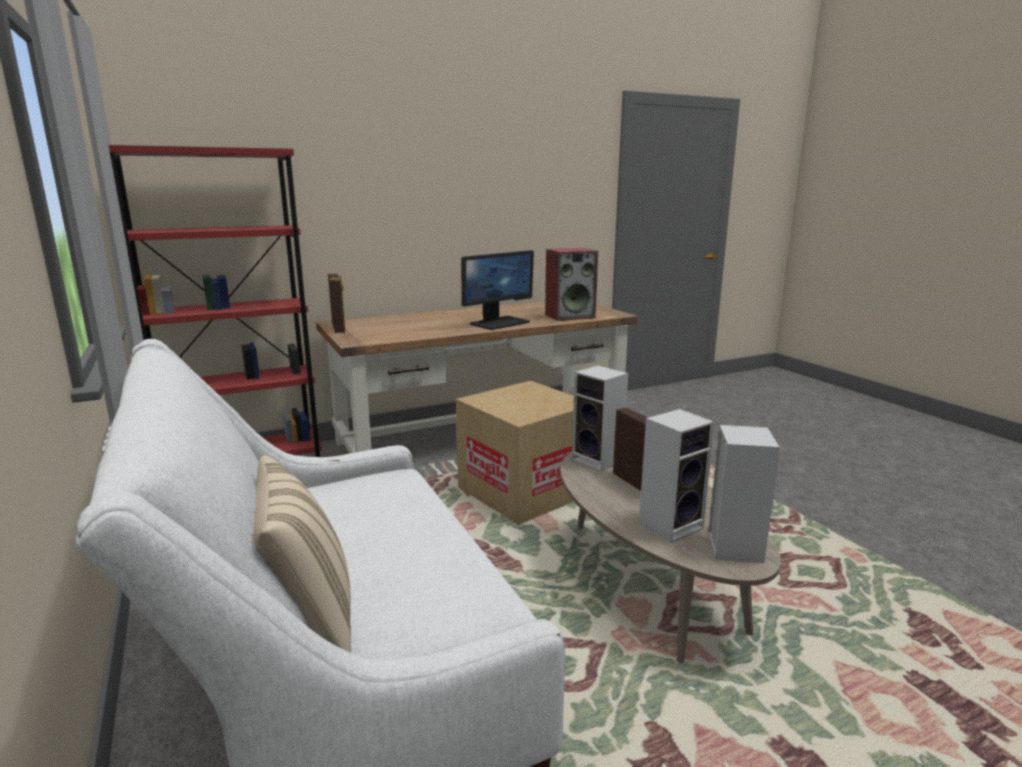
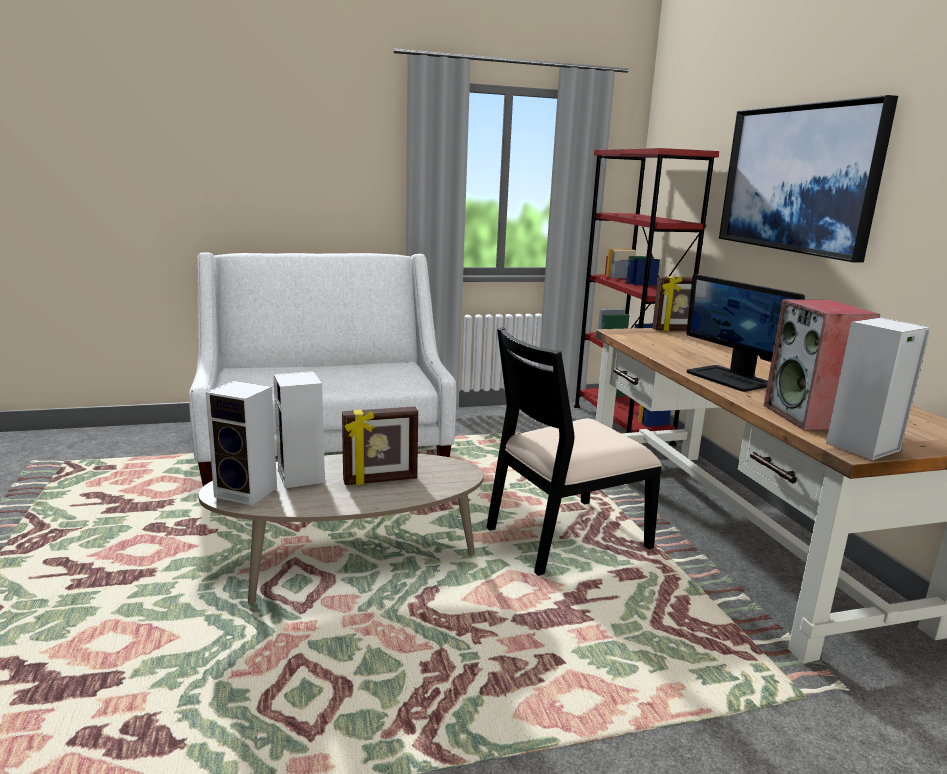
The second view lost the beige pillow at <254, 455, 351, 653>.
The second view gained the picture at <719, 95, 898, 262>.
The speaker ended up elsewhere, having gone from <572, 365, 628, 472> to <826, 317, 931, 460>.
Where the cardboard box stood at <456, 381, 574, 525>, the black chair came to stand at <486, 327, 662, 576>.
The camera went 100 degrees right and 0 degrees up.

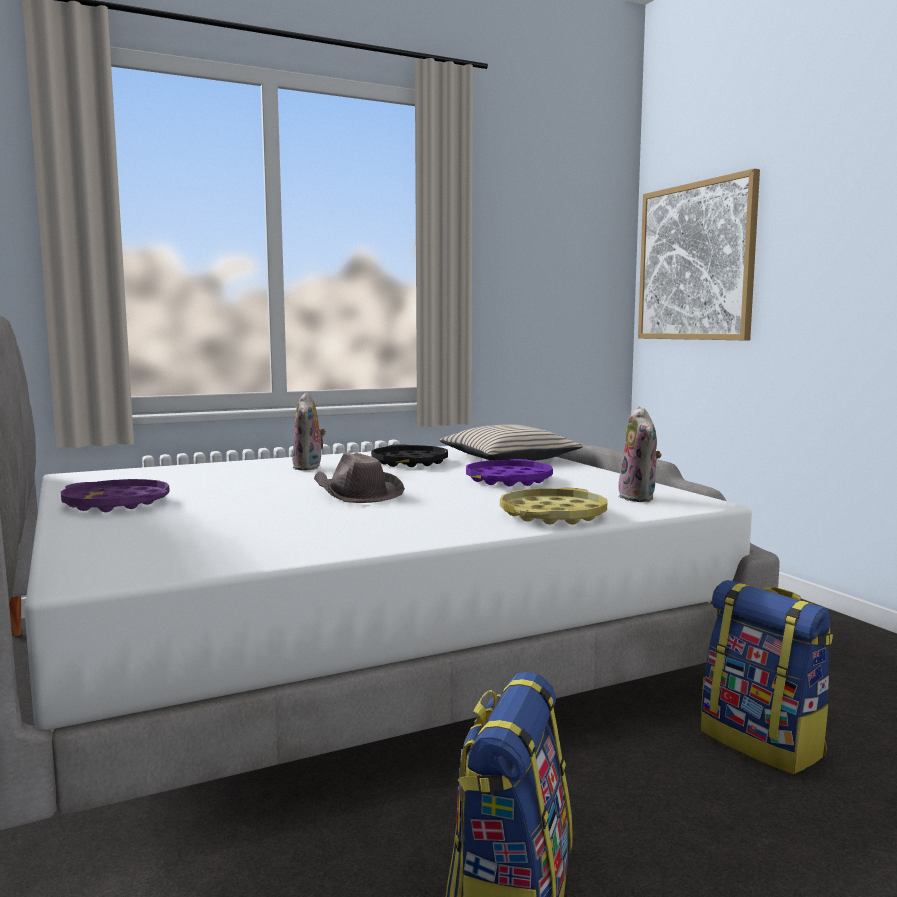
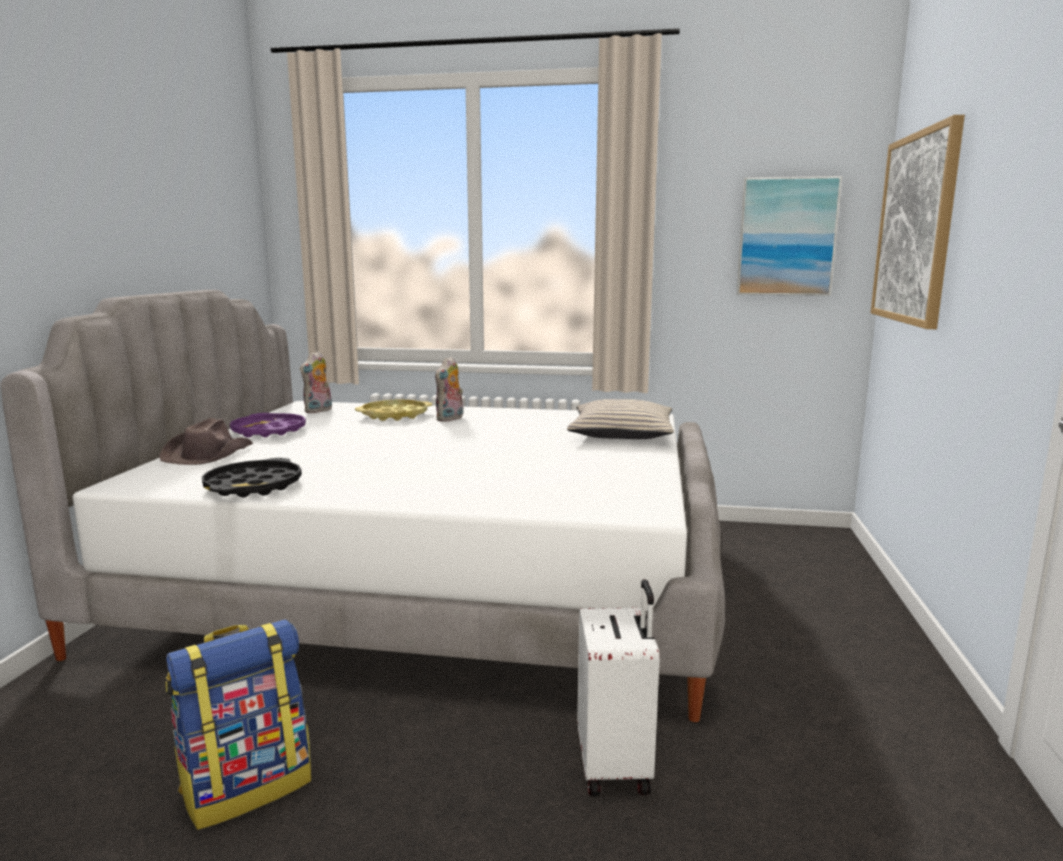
The second view lost the purple tray at <466, 459, 553, 487>.
The second view gained the picture at <736, 176, 842, 296>.
The brown hat ended up elsewhere, having gone from <314, 452, 405, 503> to <159, 418, 253, 465>.
The black tray ended up elsewhere, having gone from <371, 444, 448, 467> to <202, 458, 302, 497>.
The yellow tray ended up elsewhere, having gone from <500, 488, 607, 525> to <355, 400, 432, 421>.
The plush toy ended up elsewhere, having gone from <616, 406, 662, 502> to <300, 351, 332, 413>.
Where the backpack stood at <701, 580, 833, 774>, the white suitcase came to stand at <577, 579, 660, 797>.
The camera went 35 degrees right and 5 degrees up.

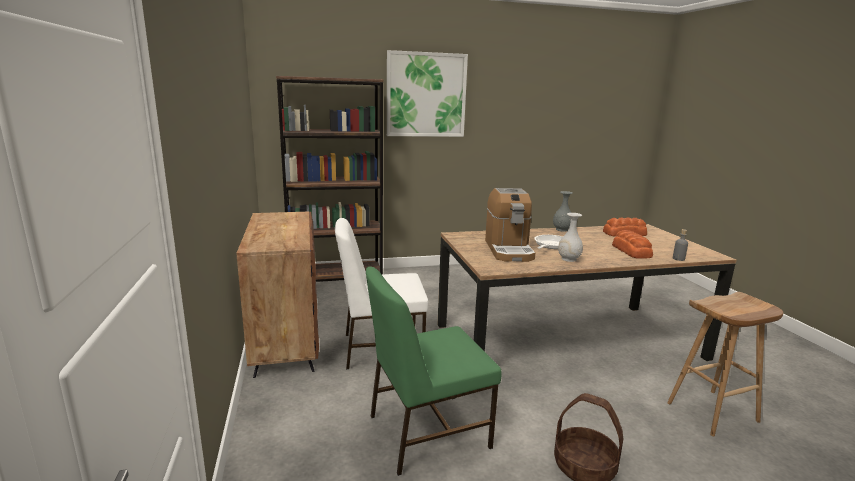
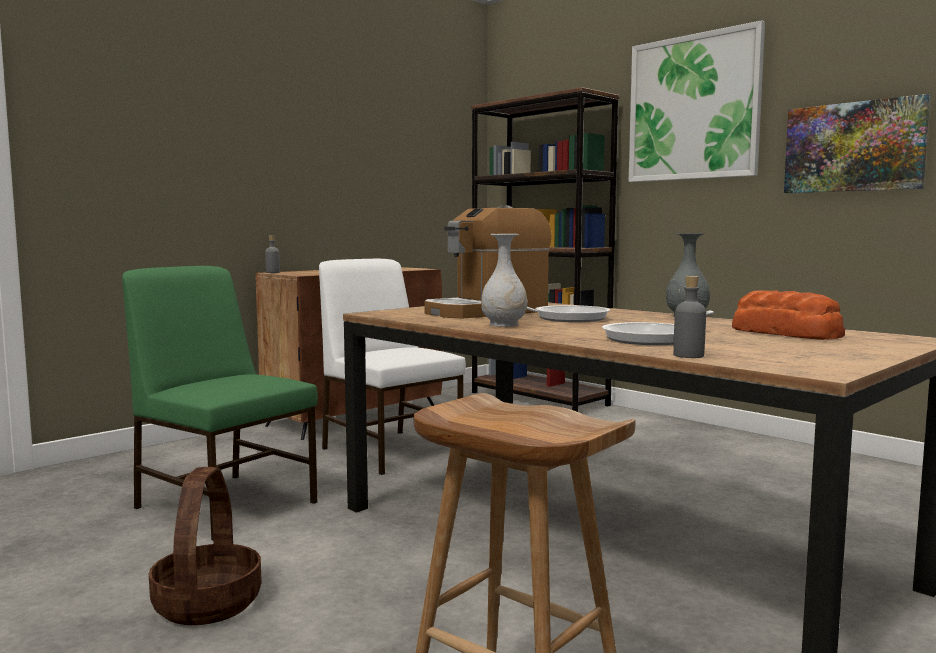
The second view gained the grey bottle at <265, 235, 280, 273>.
The second view gained the picture at <784, 94, 931, 193>.
Where the bread stood at <612, 230, 653, 258>, the frying pan came to stand at <602, 311, 714, 345>.
The camera went 60 degrees right and 10 degrees down.

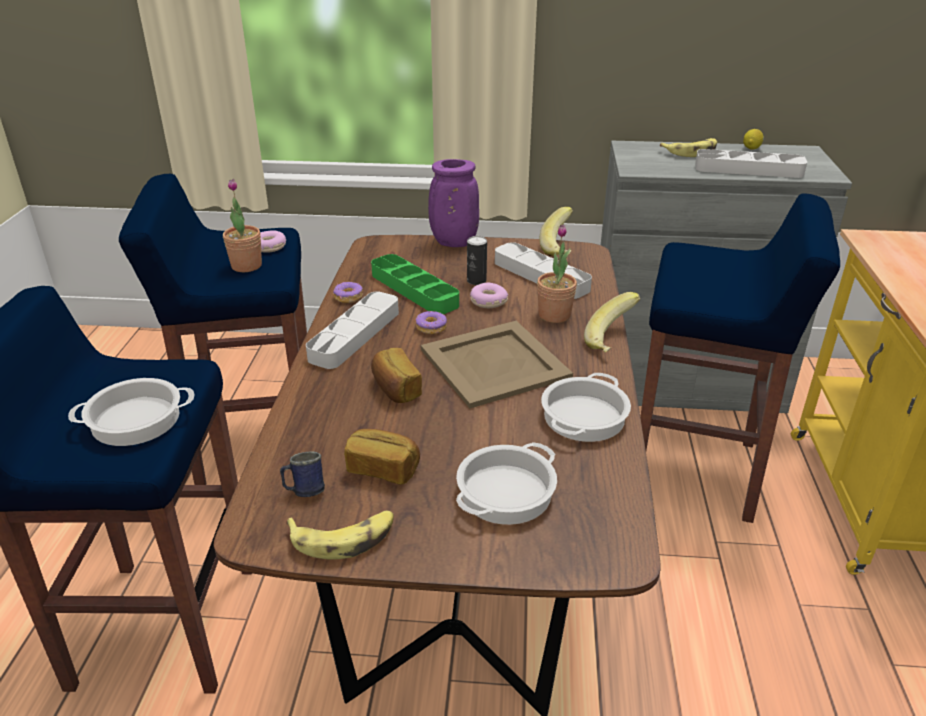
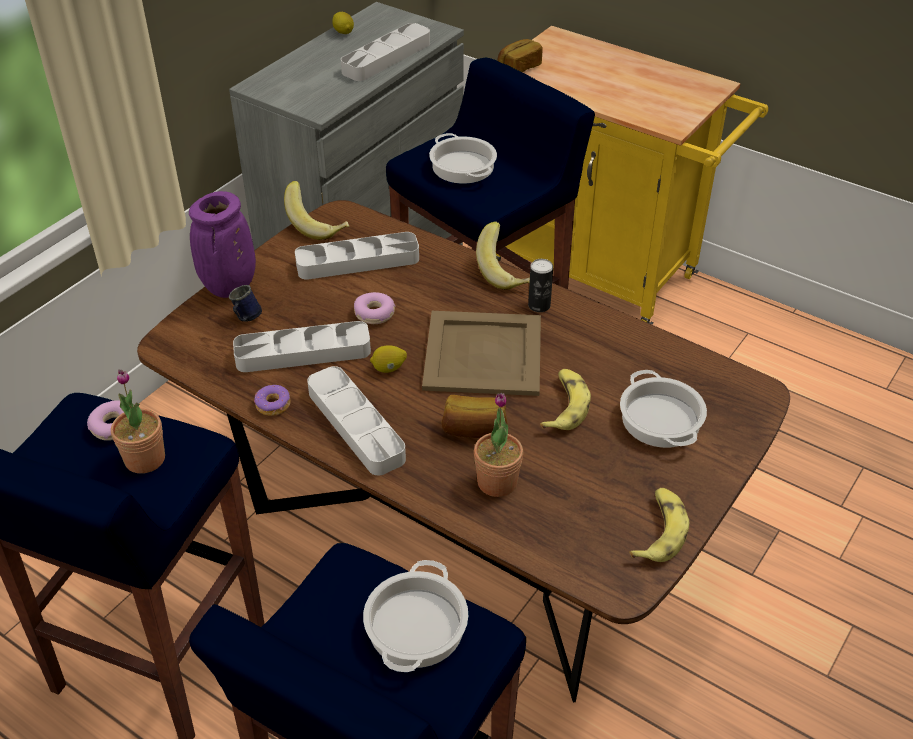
The blue mug ended up elsewhere, having gone from <280, 451, 325, 497> to <229, 285, 262, 322>.
The bread ended up elsewhere, having gone from <344, 429, 420, 485> to <497, 39, 543, 72>.
The can ended up elsewhere, having gone from <467, 236, 487, 285> to <528, 259, 553, 312>.
The potted plant ended up elsewhere, having gone from <537, 224, 577, 323> to <474, 393, 523, 497>.
The cooking pot ended up elsewhere, having gone from <541, 373, 631, 442> to <429, 133, 497, 184>.
The banana ended up elsewhere, having gone from <660, 138, 717, 157> to <540, 369, 591, 430>.
Where the donut stood at <416, 311, 447, 334>, the lemon came to stand at <370, 345, 407, 373>.
What was the green tray at <371, 254, 459, 314> turned into the grey tray at <233, 321, 371, 372>.
The camera went 60 degrees left and 10 degrees up.

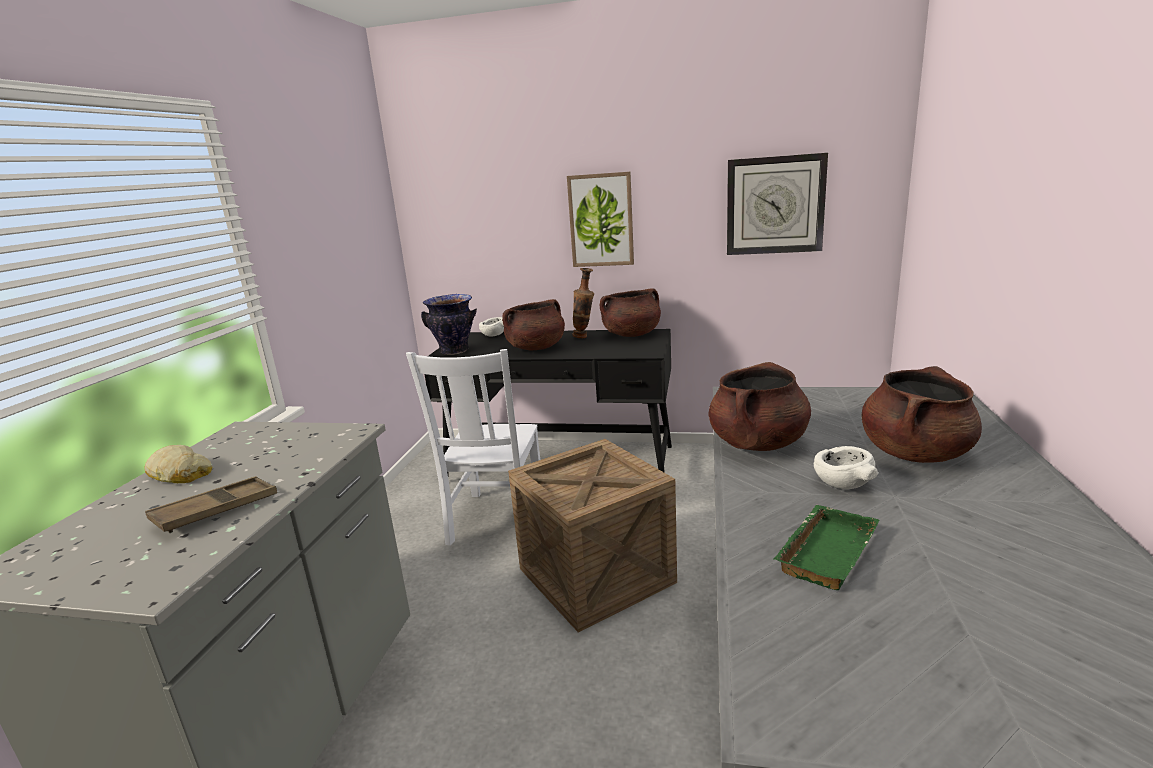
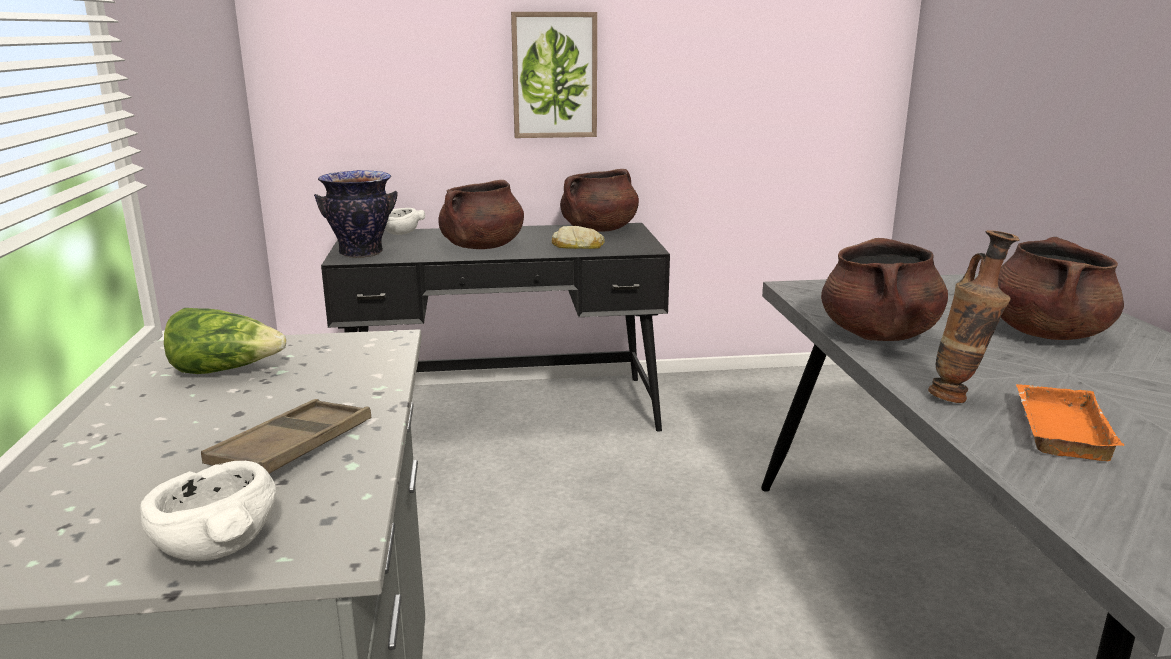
The second view lost the white chair at <406, 349, 540, 546>.
The second view lost the crate at <508, 439, 677, 632>.
The second view lost the wall clock at <727, 153, 828, 255>.
The second view gained the lettuce at <164, 308, 286, 374>.
The bread ended up elsewhere, having gone from <144, 445, 213, 483> to <552, 226, 605, 249>.
The vase ended up elsewhere, having gone from <572, 268, 594, 338> to <928, 230, 1020, 403>.
The white bowl ended up elsewhere, having gone from <814, 446, 878, 489> to <140, 461, 276, 561>.
What was the green tray at <774, 505, 879, 590> turned into the orange tray at <1016, 384, 1124, 461>.
The camera went 20 degrees left and 0 degrees up.

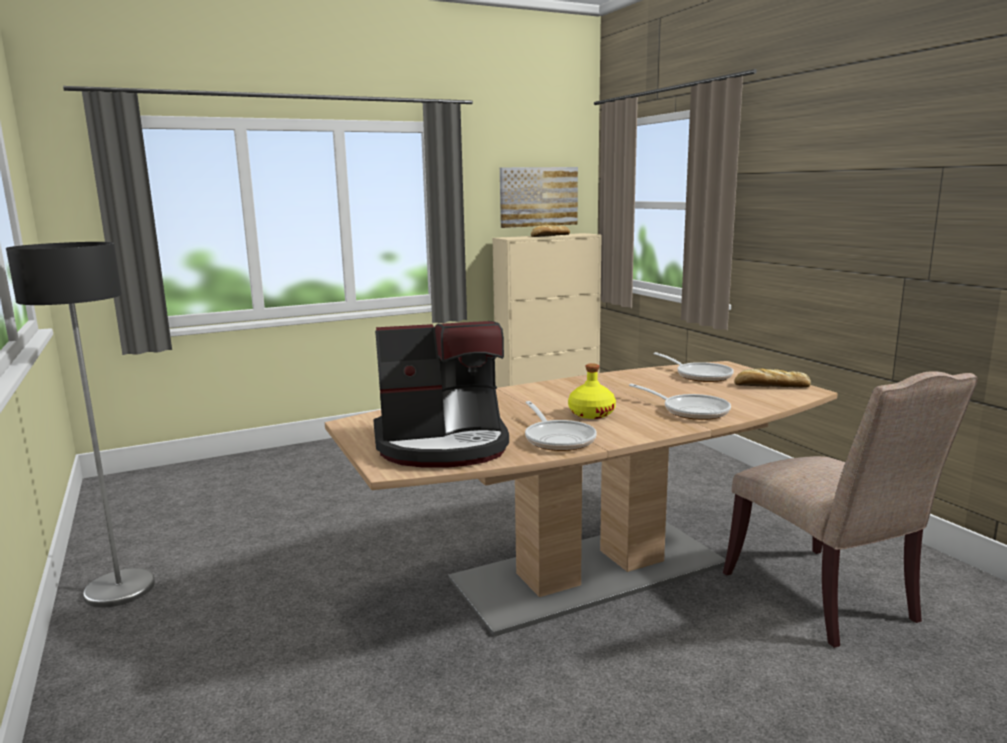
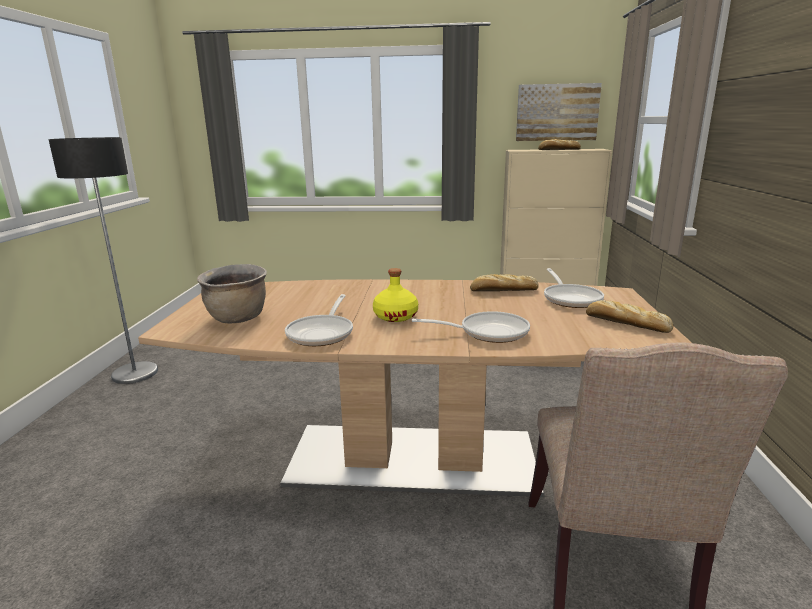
The second view gained the bread at <470, 274, 539, 291>.
Where the coffee machine stood at <373, 321, 509, 468>, the brown cooking pot came to stand at <197, 264, 267, 324>.
The frying pan at <629, 384, 731, 420> ended up facing another way, 75 degrees counterclockwise from before.
The camera went 30 degrees right and 5 degrees up.

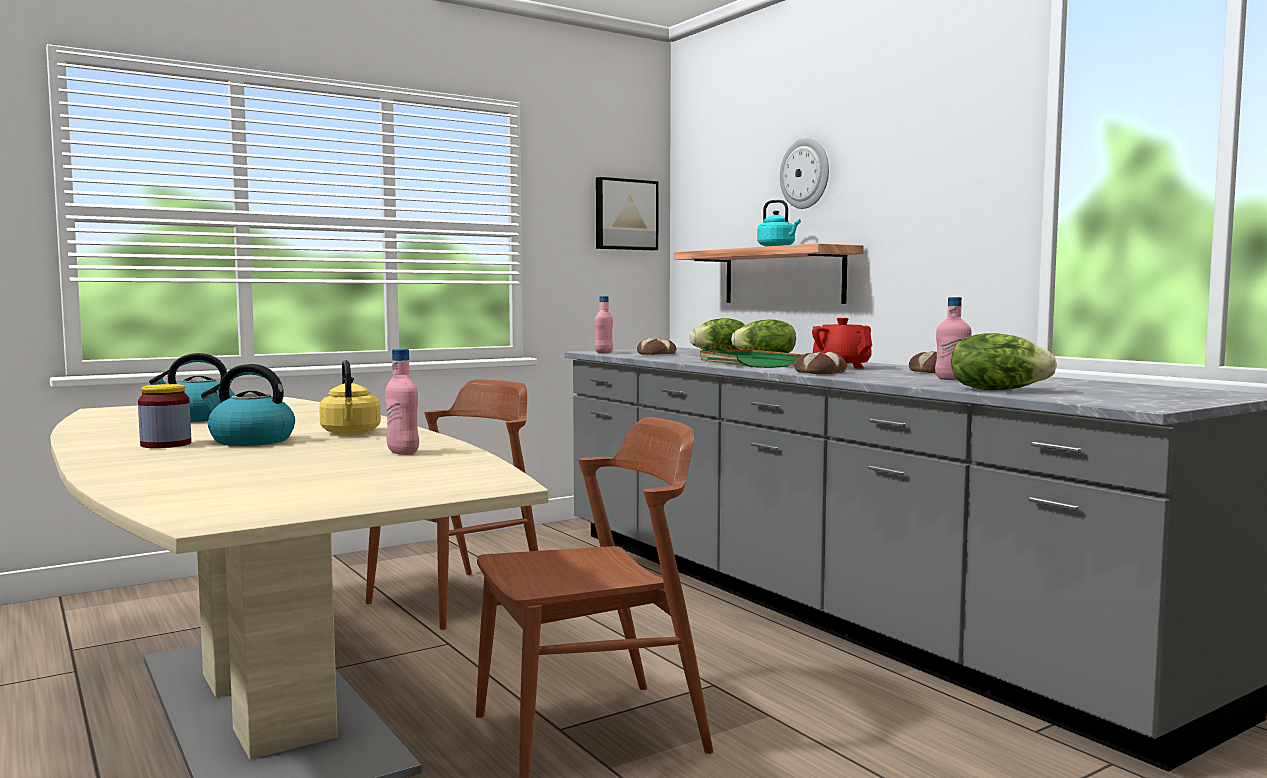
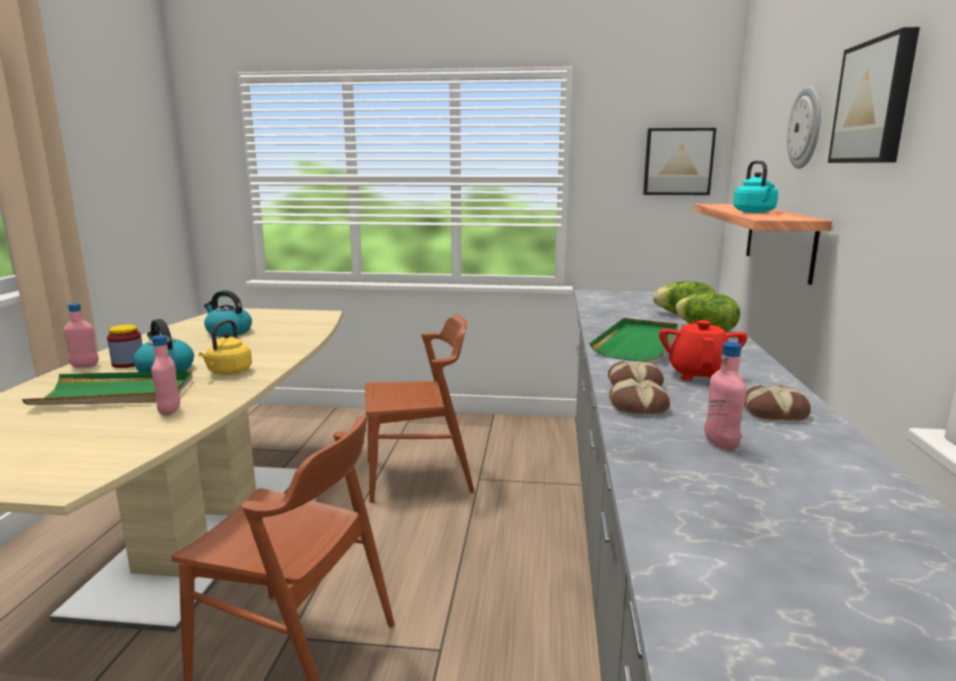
The second view lost the lettuce at <951, 333, 1057, 390>.
The second view gained the green tray at <22, 371, 193, 405>.
The second view gained the picture at <828, 27, 920, 163>.
The pink bottle ended up elsewhere, having gone from <595, 296, 613, 353> to <63, 303, 99, 368>.
The bread ended up elsewhere, having gone from <637, 338, 676, 355> to <609, 378, 670, 414>.
The camera went 40 degrees right and 10 degrees up.

